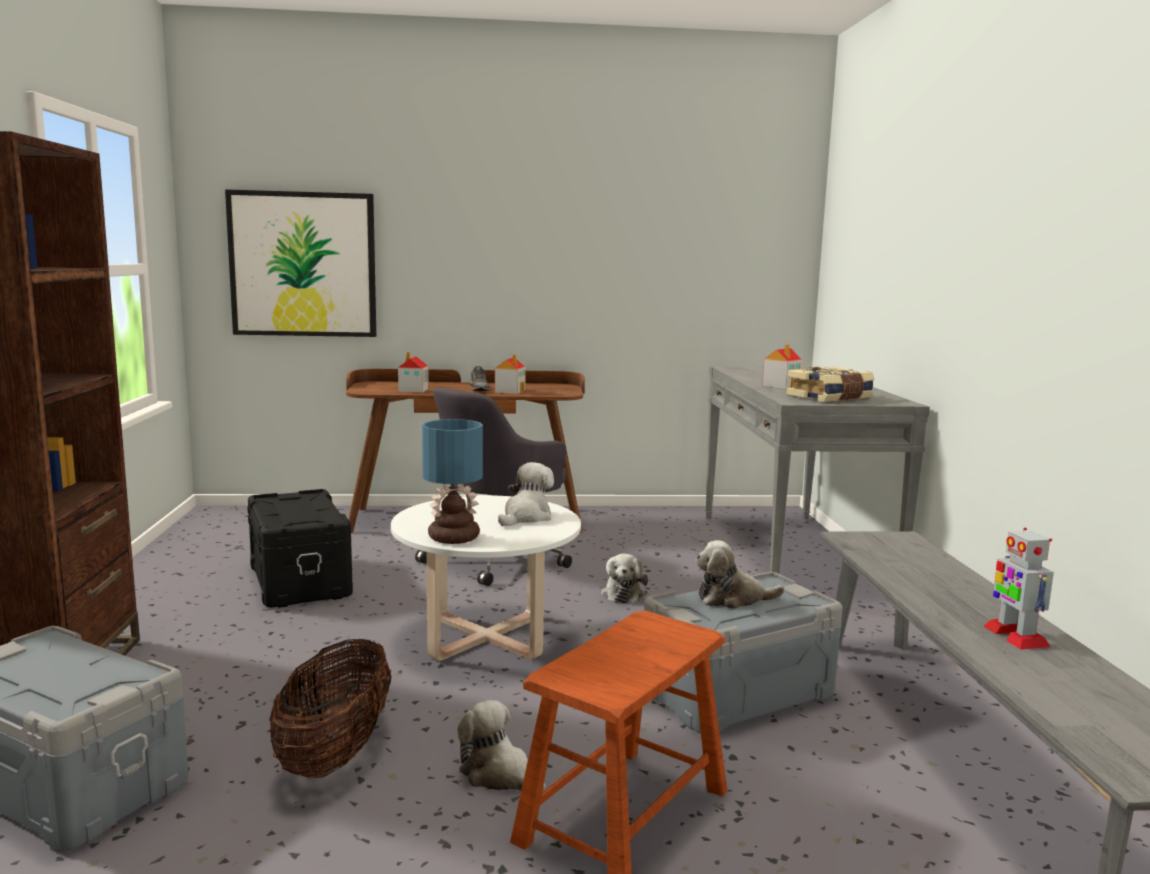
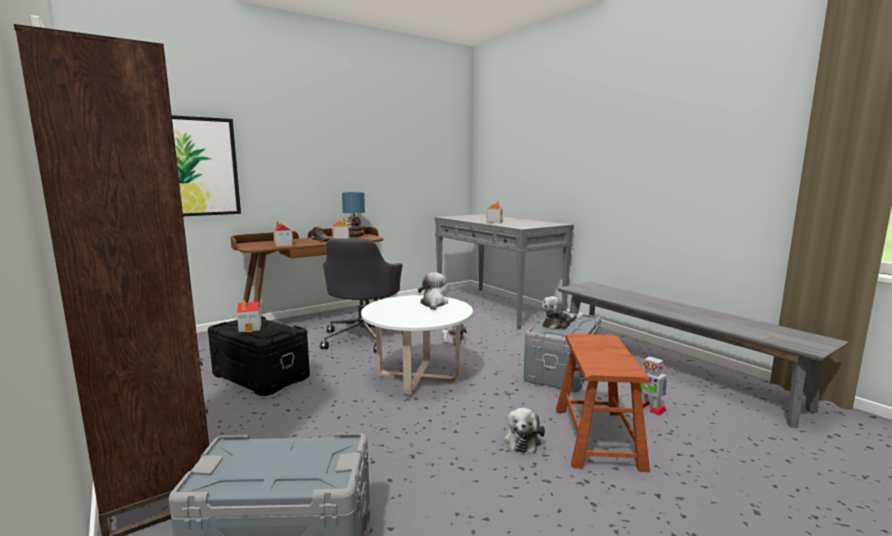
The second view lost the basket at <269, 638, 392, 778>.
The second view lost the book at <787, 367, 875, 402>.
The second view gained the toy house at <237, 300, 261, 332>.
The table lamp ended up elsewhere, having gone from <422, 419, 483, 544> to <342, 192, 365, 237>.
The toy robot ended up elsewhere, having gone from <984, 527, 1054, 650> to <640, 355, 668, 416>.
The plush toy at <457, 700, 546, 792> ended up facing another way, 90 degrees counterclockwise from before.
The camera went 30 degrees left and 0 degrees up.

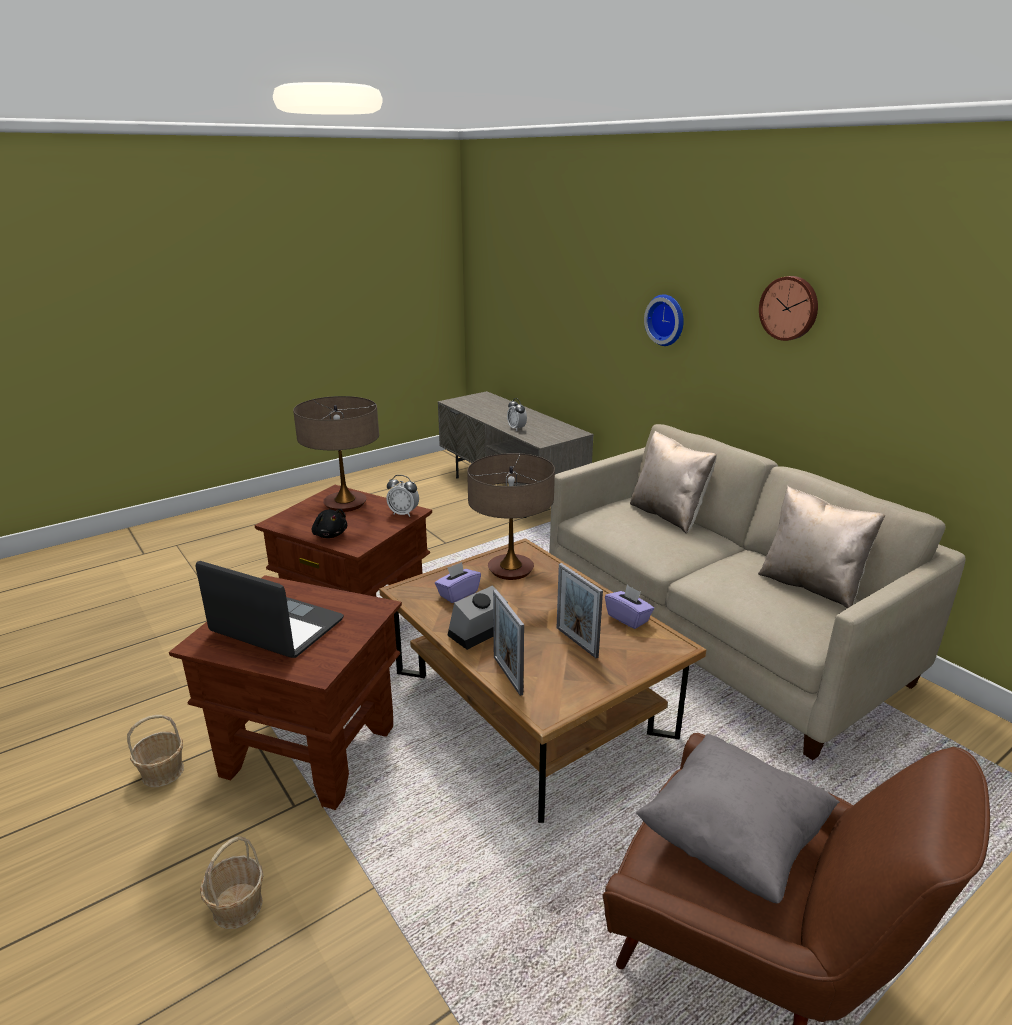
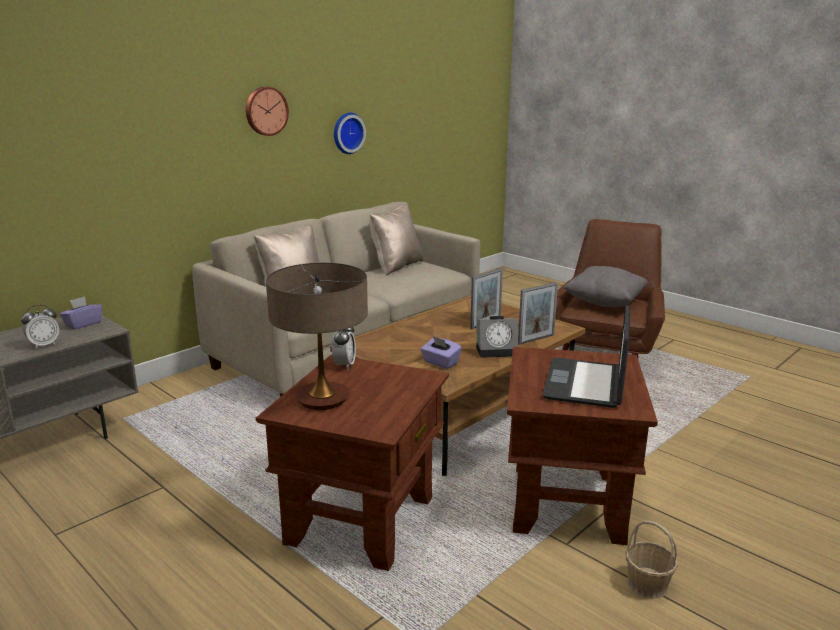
The second view lost the basket at <200, 836, 263, 929>.
The second view lost the black plush toy at <312, 509, 347, 538>.
The second view lost the table lamp at <467, 453, 555, 580>.
The purple tissue box ended up elsewhere, having gone from <605, 585, 654, 629> to <60, 296, 102, 330>.
The wall clock ended up elsewhere, having gone from <644, 294, 684, 346> to <334, 113, 366, 154>.
The alarm clock at <447, 586, 508, 650> ended up facing another way, 45 degrees counterclockwise from before.
The camera went 100 degrees left and 5 degrees down.

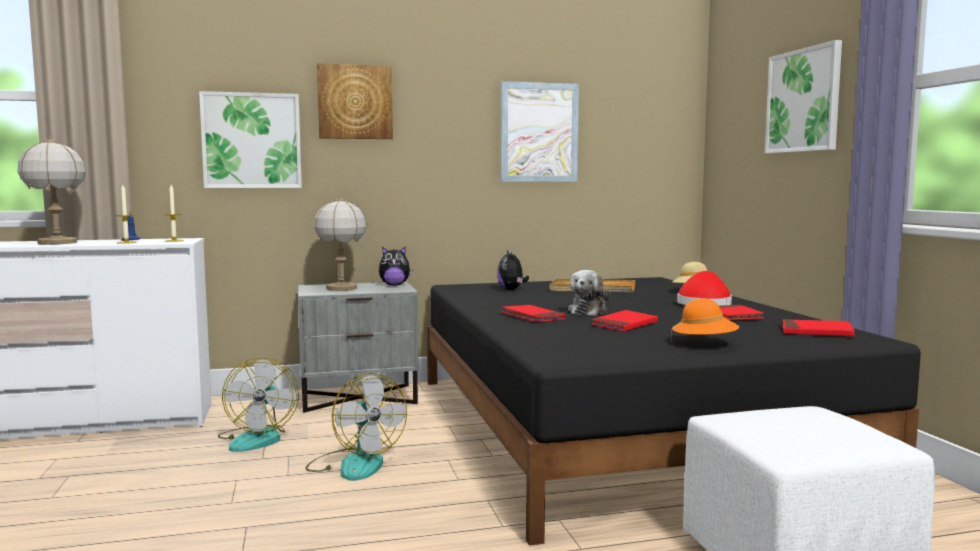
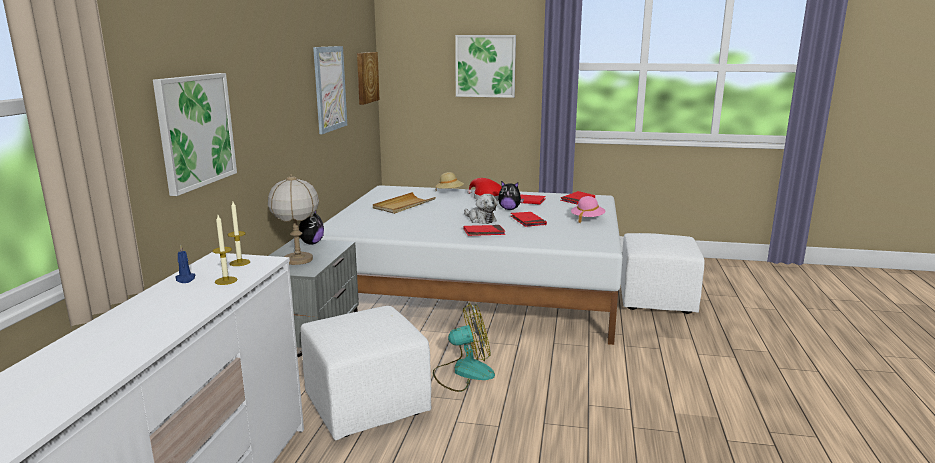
The second view lost the table lamp at <17, 136, 86, 245>.
The picture ended up elsewhere, having gone from <317, 63, 393, 139> to <357, 52, 379, 105>.
The plush toy ended up elsewhere, having gone from <497, 251, 529, 290> to <498, 181, 524, 210>.
Where the fan stood at <218, 357, 299, 452>, the white ottoman came to stand at <301, 306, 431, 440>.
What was the black bed at <427, 277, 921, 546> turned into the white bed at <321, 185, 623, 345>.
What was the orange hat at <671, 299, 739, 338> turned into the pink hat at <571, 196, 605, 223>.
The camera went 65 degrees left and 10 degrees up.

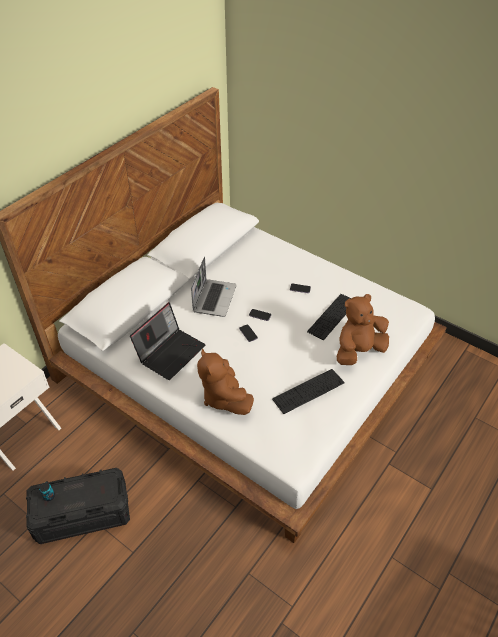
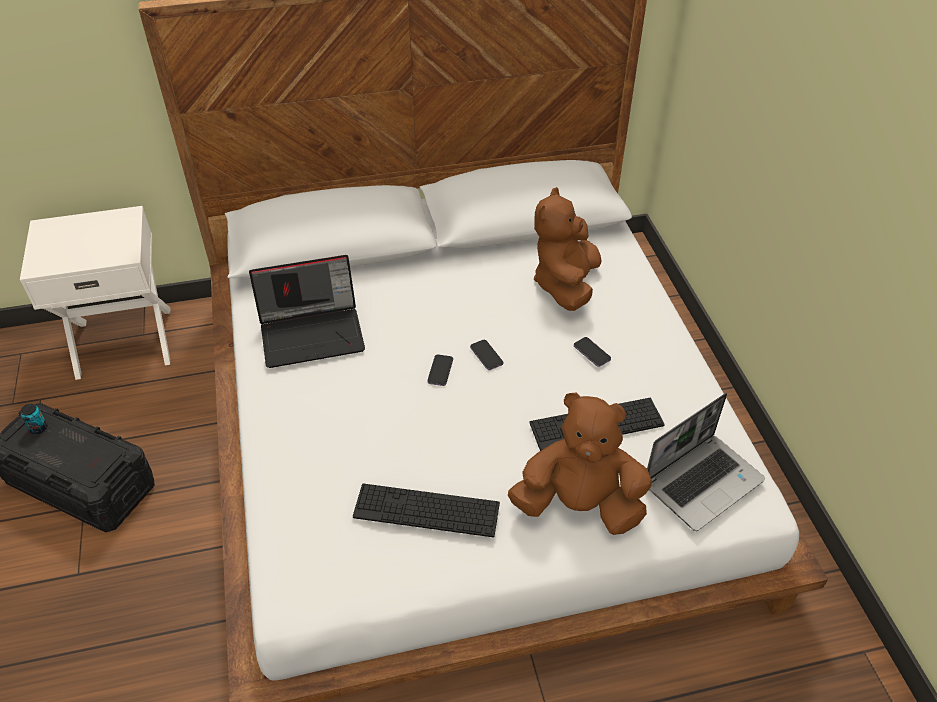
The laptop ended up elsewhere, having gone from <191, 257, 237, 317> to <647, 393, 765, 531>.
The brown plush toy ended up elsewhere, having gone from <197, 349, 254, 415> to <534, 187, 602, 311>.
The camera went 40 degrees right and 0 degrees up.

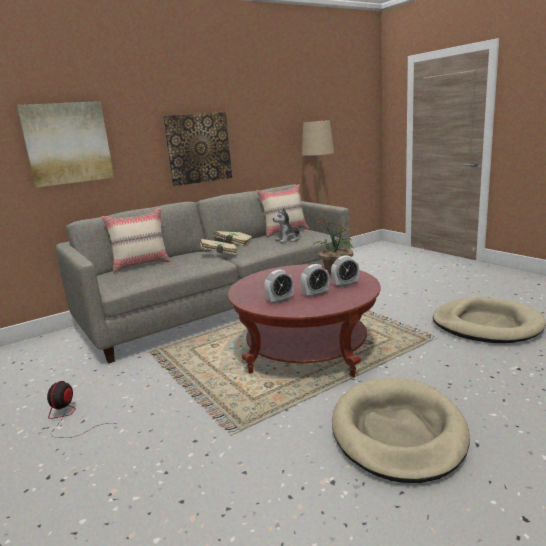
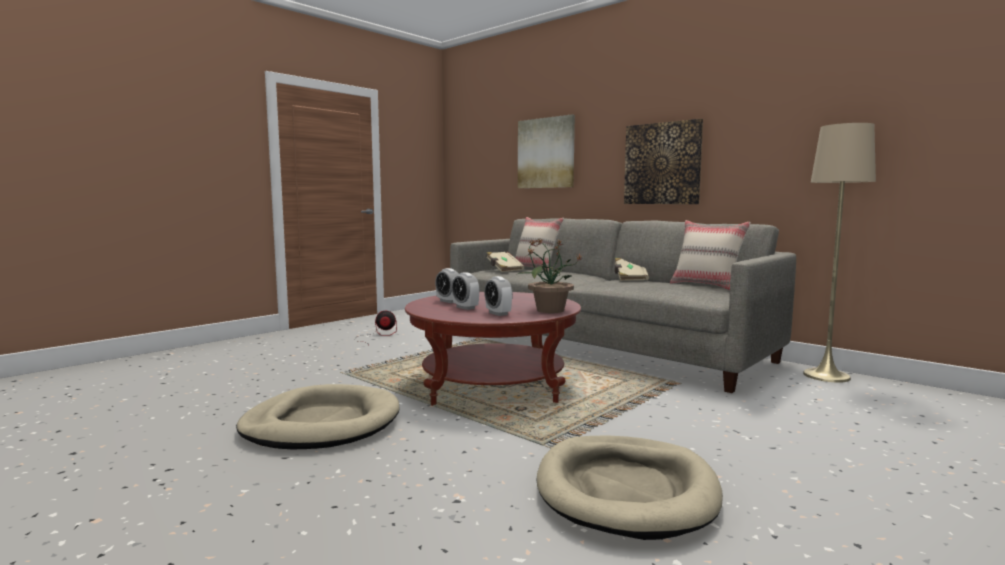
The second view lost the plush toy at <273, 208, 303, 243>.
The beige book ended up elsewhere, having gone from <200, 239, 238, 255> to <486, 252, 524, 272>.
The camera went 75 degrees right and 10 degrees down.

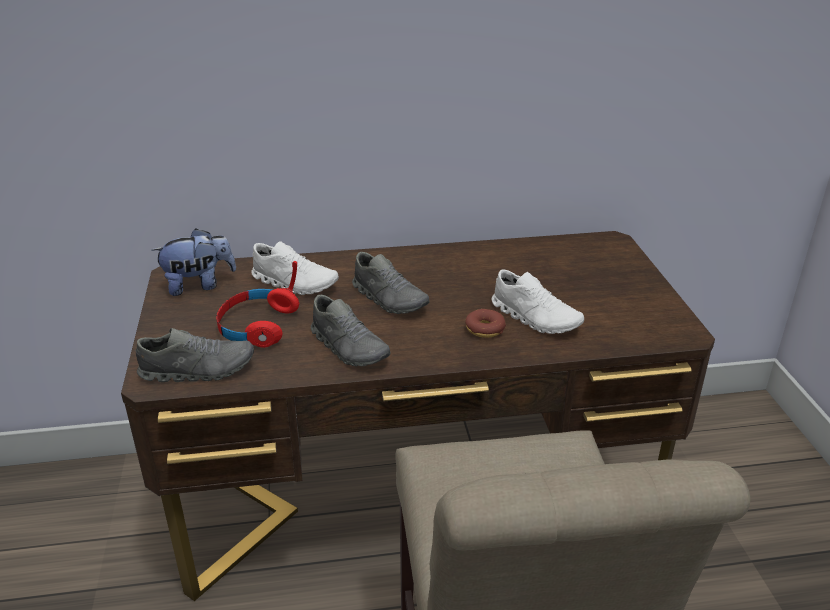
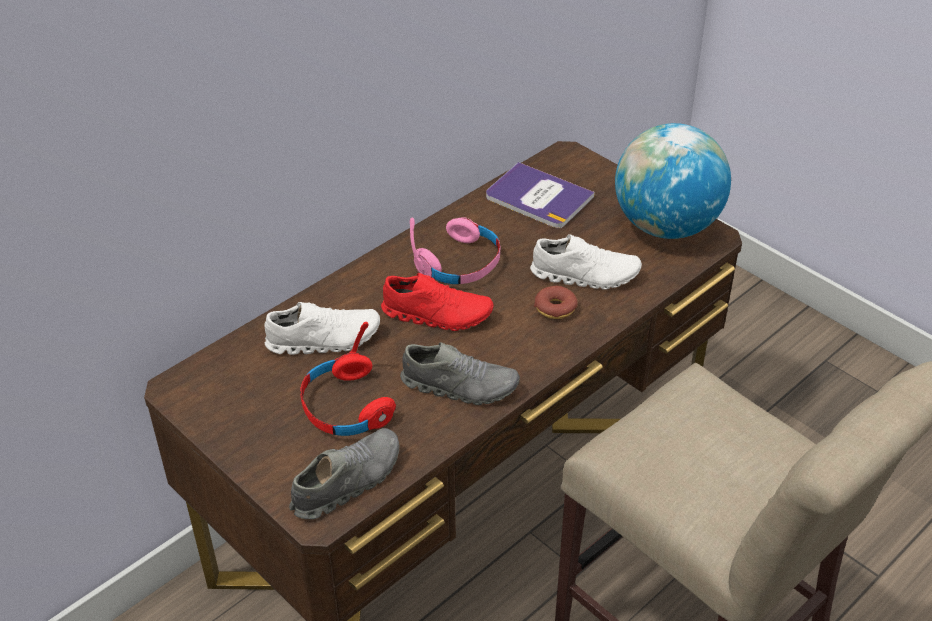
The second view lost the plush toy at <151, 228, 236, 296>.
The second view gained the pink headphones at <410, 217, 500, 284>.
The second view gained the book at <486, 162, 595, 228>.
The second view gained the globe at <615, 123, 731, 239>.
What was the grey shoe at <352, 252, 430, 314> turned into the red shoe at <381, 273, 494, 331>.
The camera went 35 degrees left and 10 degrees up.

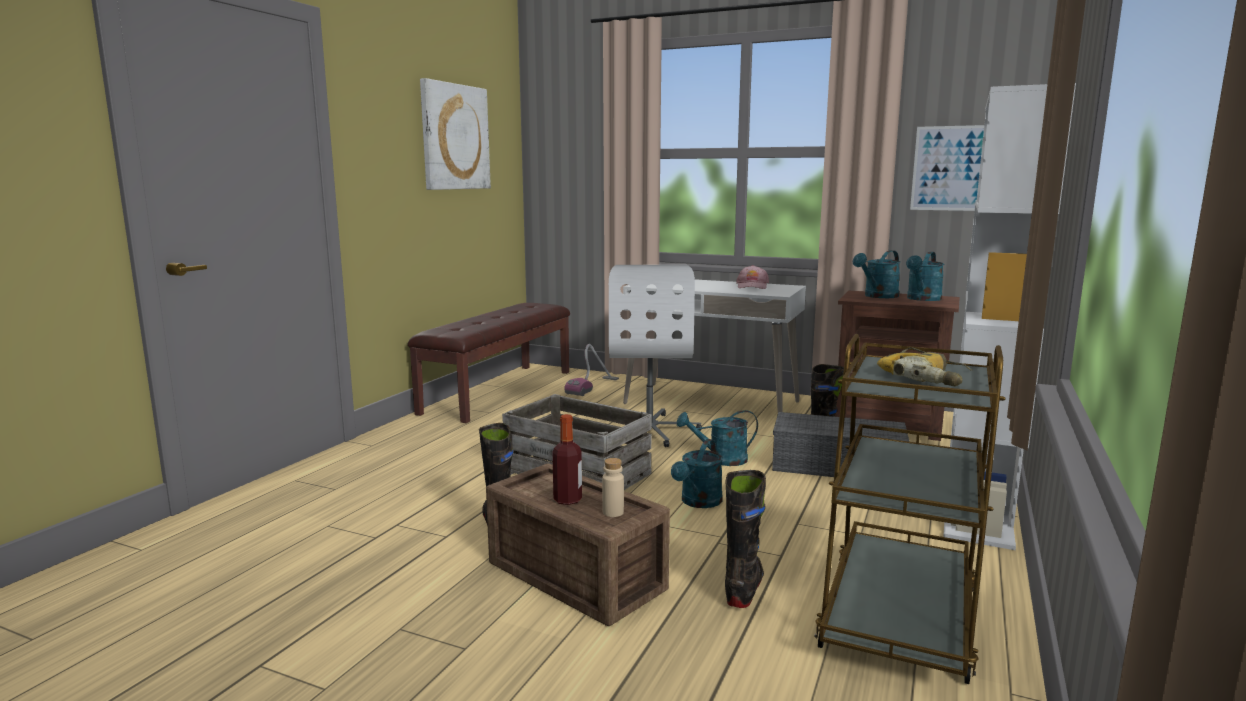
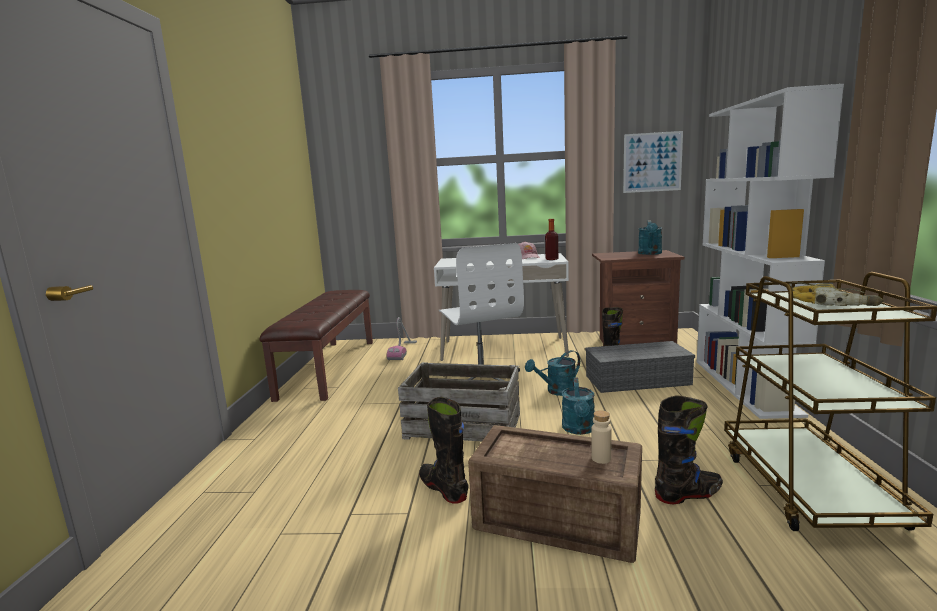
The second view lost the picture at <420, 78, 491, 190>.
The second view lost the turquoise watering can at <853, 250, 900, 298>.
The bottle ended up elsewhere, having gone from <552, 414, 582, 505> to <545, 219, 558, 260>.
The black boot at <725, 470, 766, 608> ended up facing another way, 75 degrees clockwise from before.
The camera went 20 degrees left and 0 degrees up.

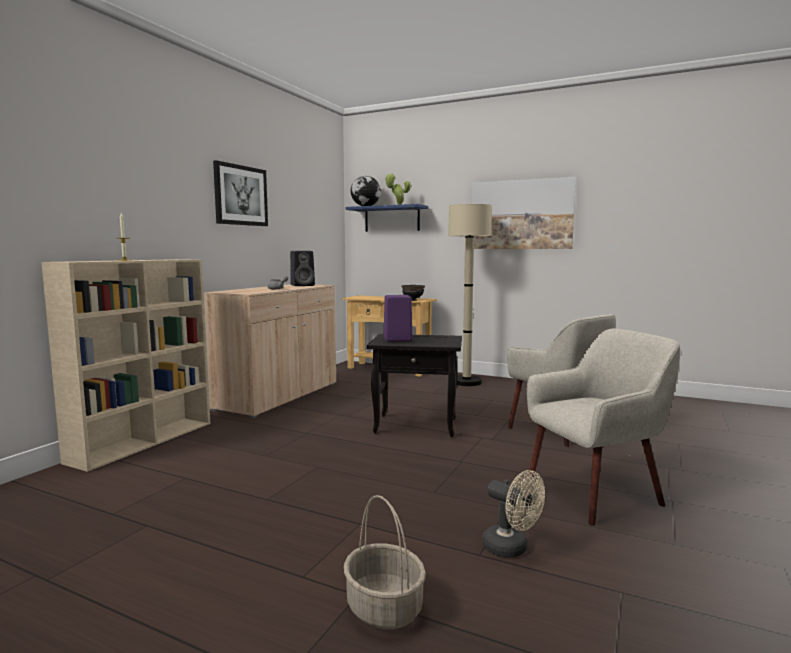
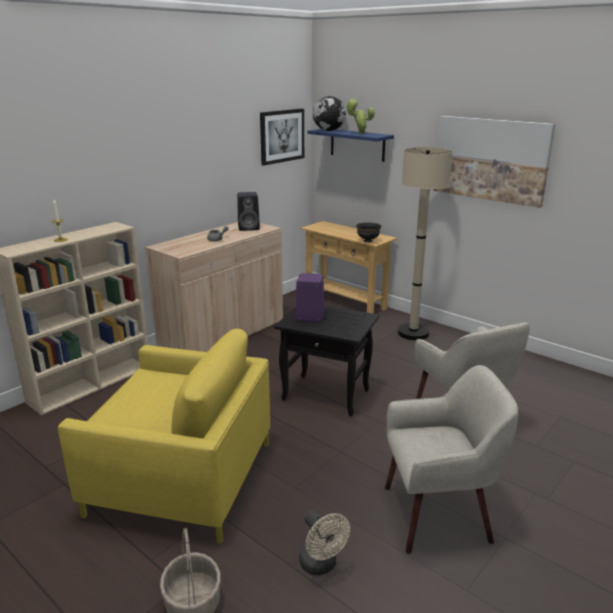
The second view gained the yellow armchair at <58, 329, 270, 544>.
The picture ended up elsewhere, having gone from <213, 160, 268, 226> to <260, 109, 304, 166>.
The camera went 15 degrees right and 15 degrees up.

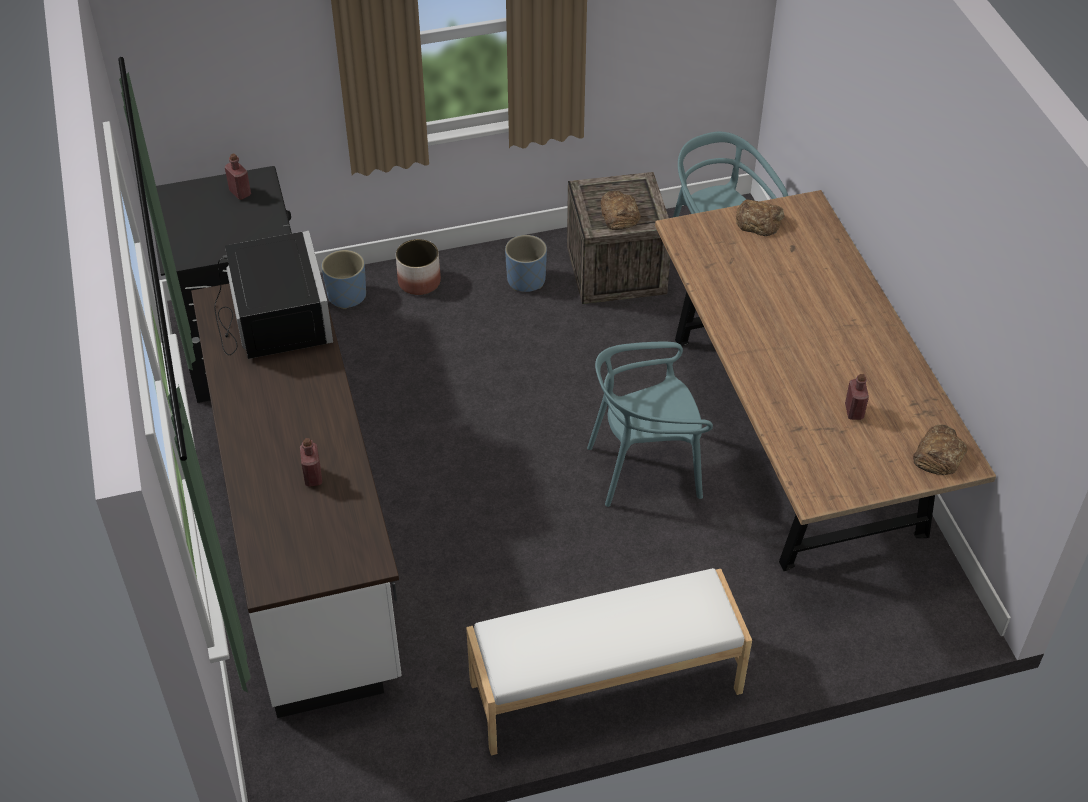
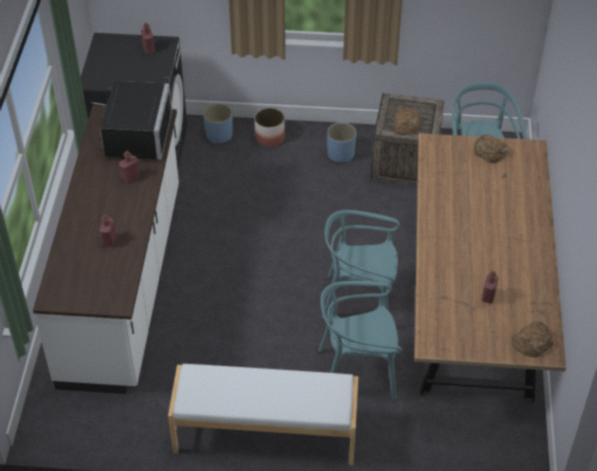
The second view gained the red bottle at <119, 151, 139, 183>.
The second view gained the turquoise chair at <318, 281, 402, 399>.
The camera went 20 degrees right and 0 degrees up.

